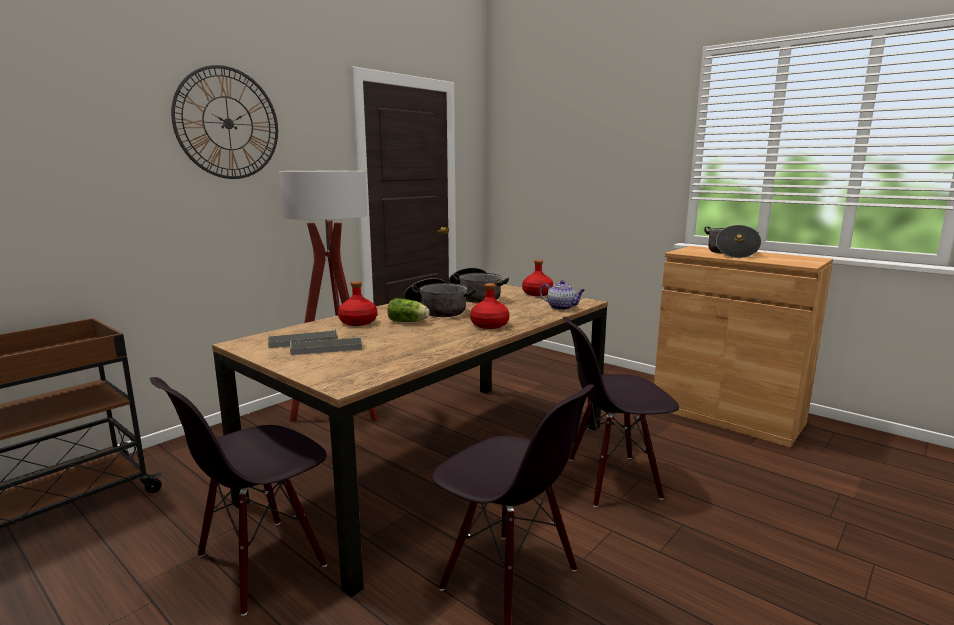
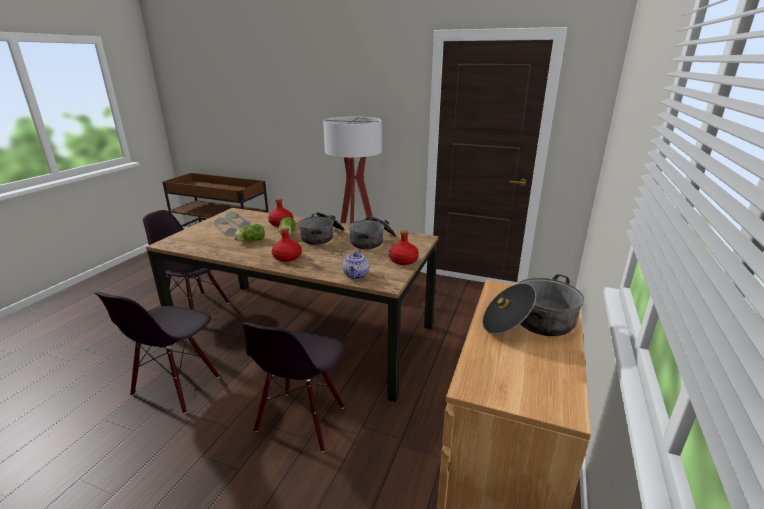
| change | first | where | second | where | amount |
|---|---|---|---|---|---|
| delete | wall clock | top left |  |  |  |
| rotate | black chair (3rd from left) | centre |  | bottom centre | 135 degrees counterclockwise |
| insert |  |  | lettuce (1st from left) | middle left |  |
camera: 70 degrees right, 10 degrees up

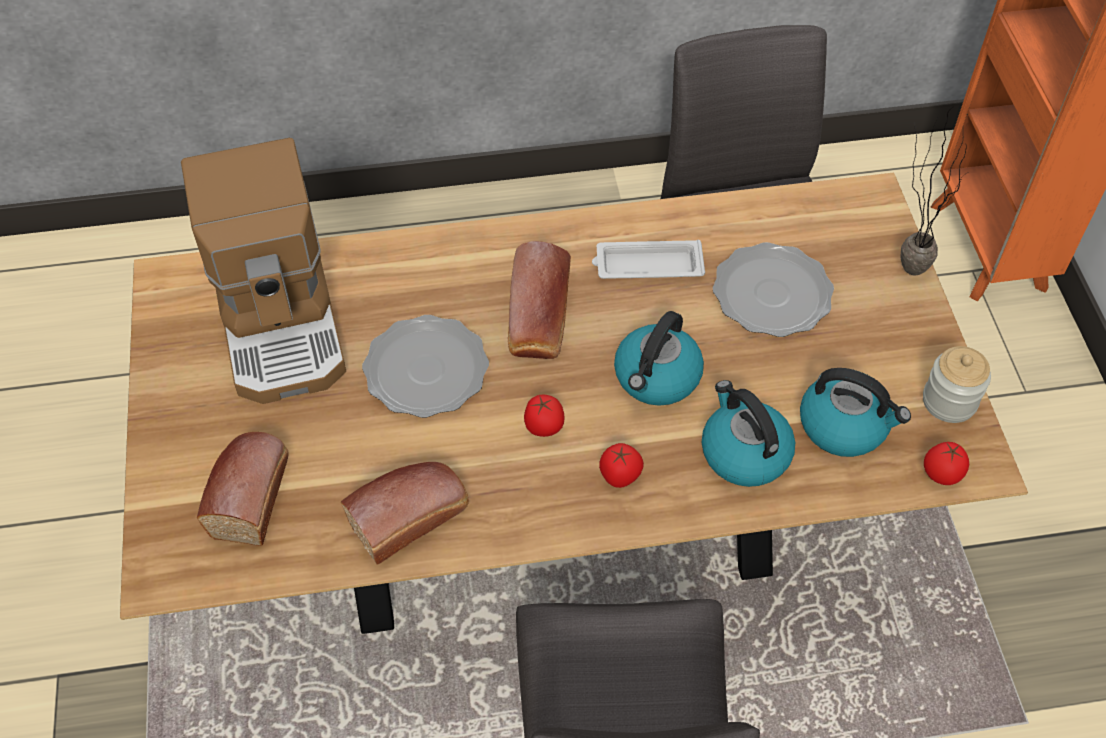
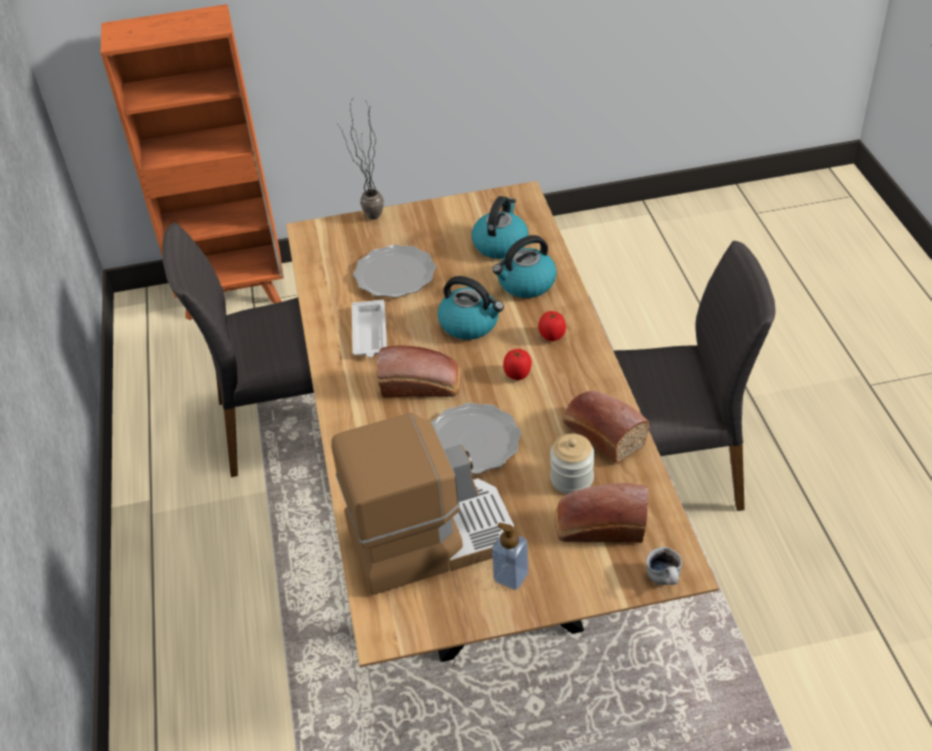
| change | first | where | second | where | amount |
|---|---|---|---|---|---|
| move | jar | middle right |  | centre |  |
| delete | tomato (3rd from left) | middle right |  |  |  |
| insert |  |  | soap dispenser | bottom centre |  |
| insert |  |  | mug | bottom right |  |
camera: 90 degrees left, 10 degrees down

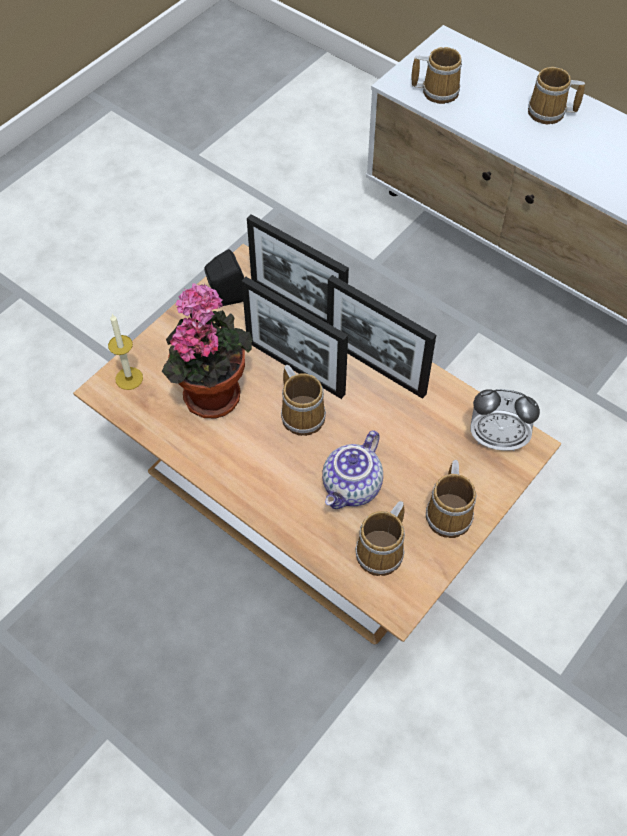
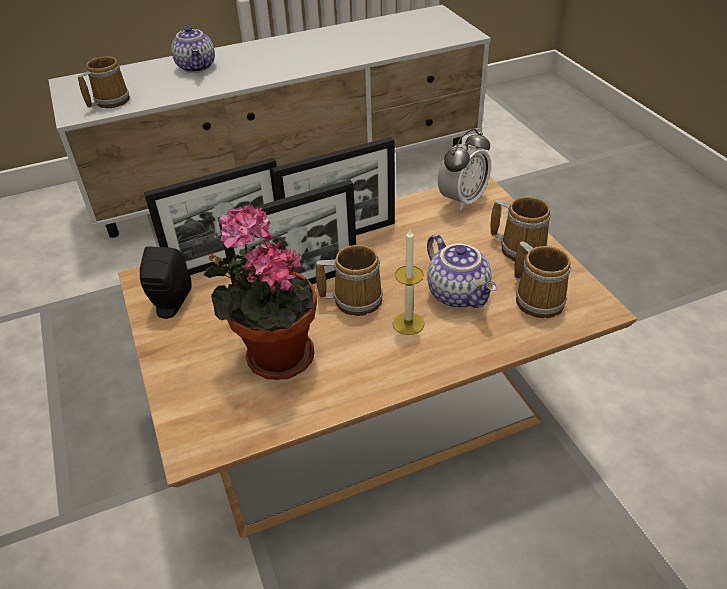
| change | first | where | second | where | amount |
|---|---|---|---|---|---|
| move | candle | middle left |  | centre |  |
| replace | mug (5th from left) | top right | teapot (1st from left) | top left |  |
camera: 60 degrees left, 15 degrees down

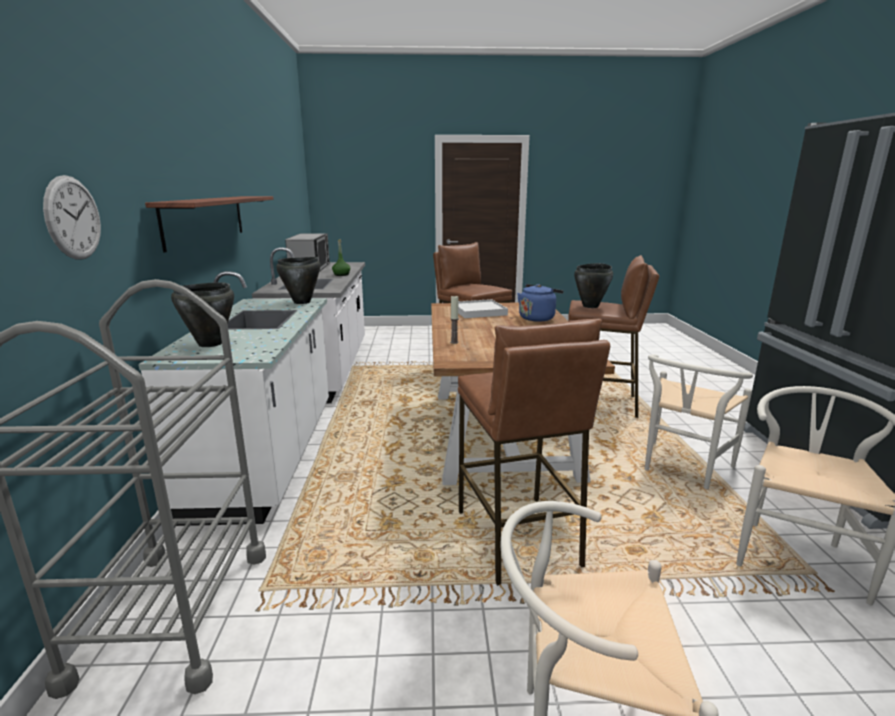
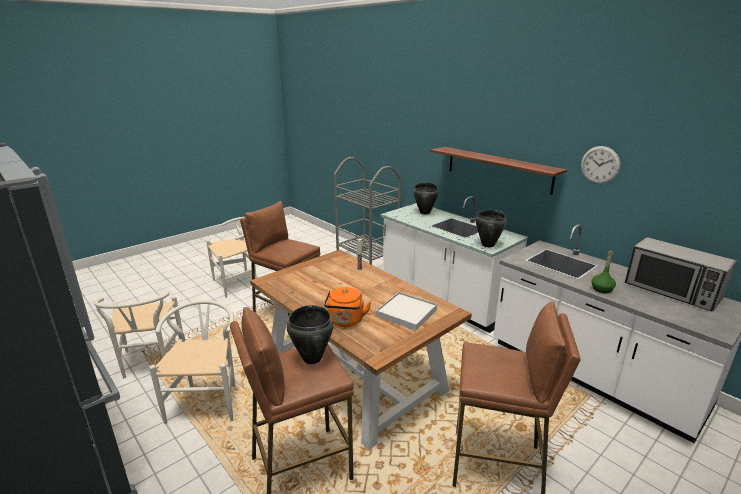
| change | first | where | second | where | amount |
|---|---|---|---|---|---|
| move | wall clock | top left |  | middle right |  |
| recolor | blue kettle | centre | orange kettle | centre |  |
camera: 140 degrees right, 5 degrees up

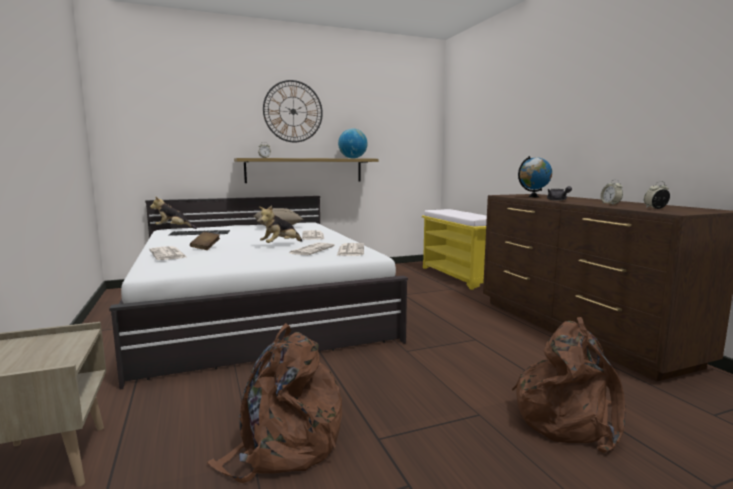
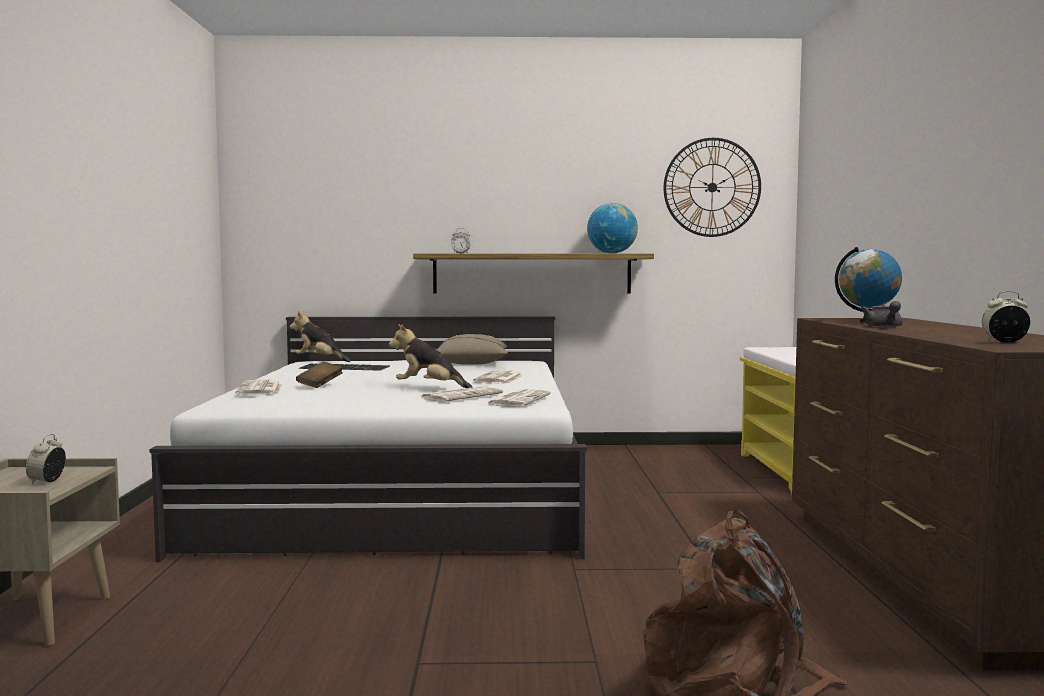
| change | first | where | second | where | amount |
|---|---|---|---|---|---|
| delete | brown backpack (1st from left) | bottom centre |  |  |  |
| rotate | plush toy (2nd from left) | centre |  | centre | 45 degrees clockwise |
| move | wall clock | top centre |  | top right |  |
| move | alarm clock (2nd from left in the first image) | middle right | alarm clock (1st from left) | middle left |  |
camera: 20 degrees right, 5 degrees down

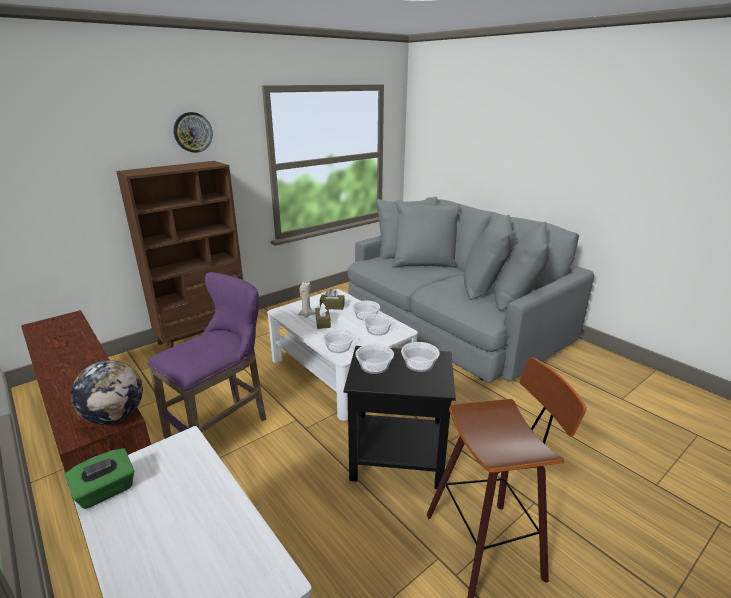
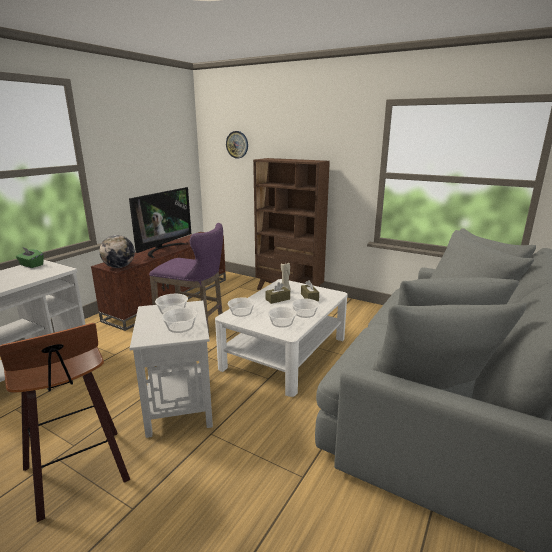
| change | first | where | second | where | amount |
|---|---|---|---|---|---|
| move | wall clock | top left |  | top centre |  |
| recolor | black side table | bottom centre | white side table | bottom left |  |
| insert |  |  | television | middle left |  |
camera: 70 degrees right, 5 degrees down

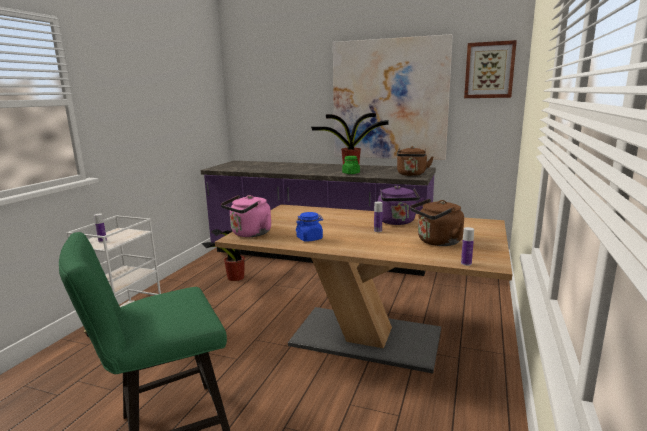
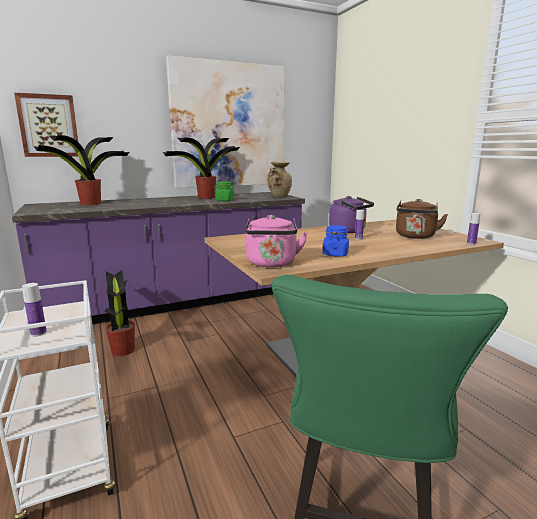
| change | first | where | second | where | amount |
|---|---|---|---|---|---|
| replace | brown kettle (1st from left) | centre | beige vase | centre |  |
| move | picture (2nd from left in the first image) | top right | picture (1st from left) | top left |  |
| insert |  |  | potted plant (1st from left) | top left |  |
camera: 45 degrees left, 0 degrees up

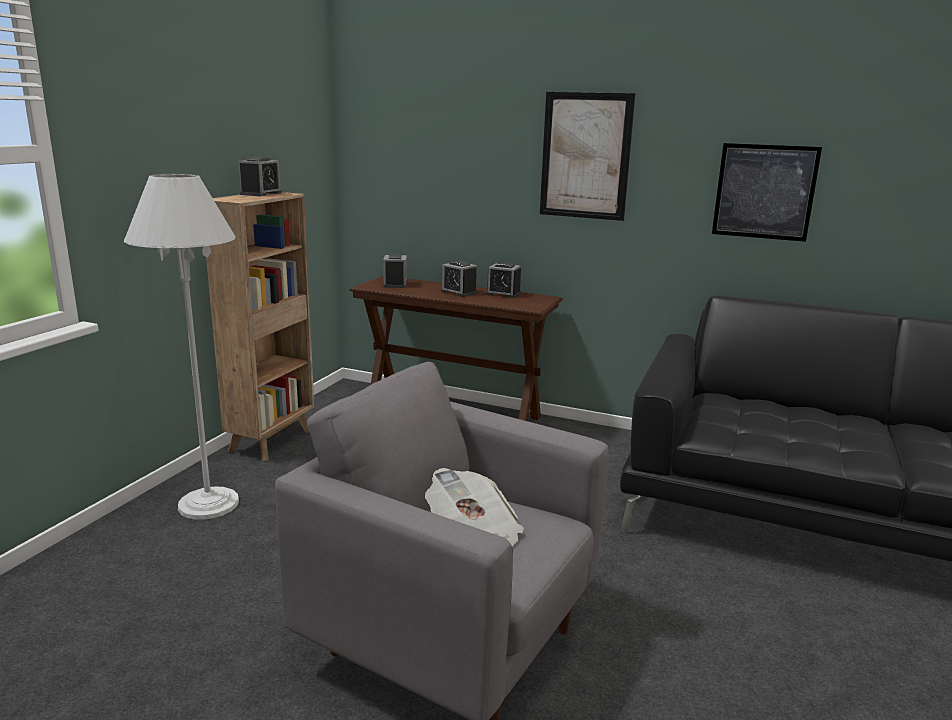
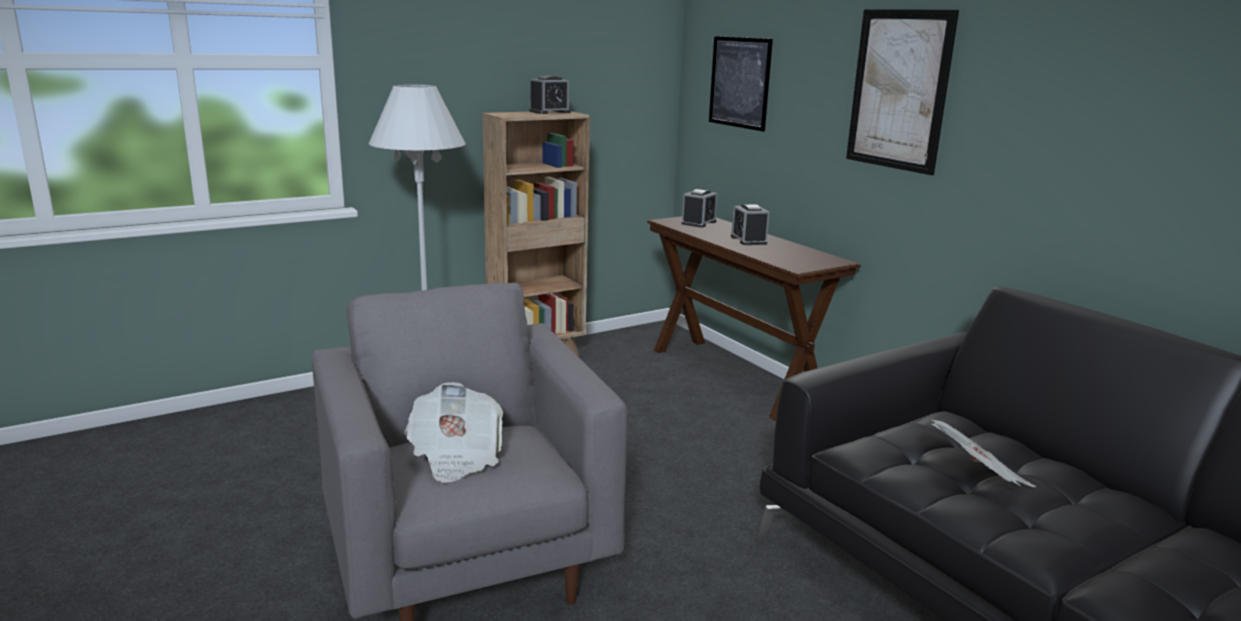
| change | first | where | second | where | amount |
|---|---|---|---|---|---|
| delete | alarm clock (4th from left) | centre |  |  |  |
| move | picture (2nd from left in the first image) | top right | picture (1st from left) | top centre |  |
| insert |  |  | newspaper (2nd from left) | bottom right |  |
camera: 35 degrees right, 0 degrees up

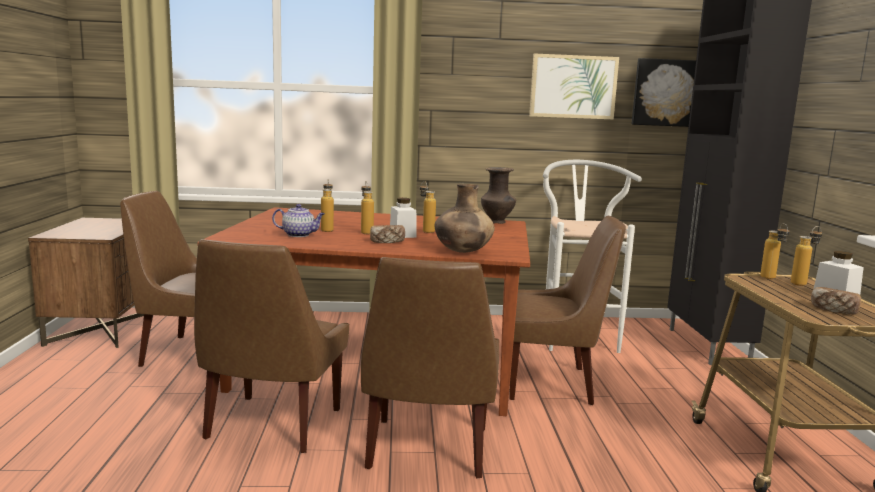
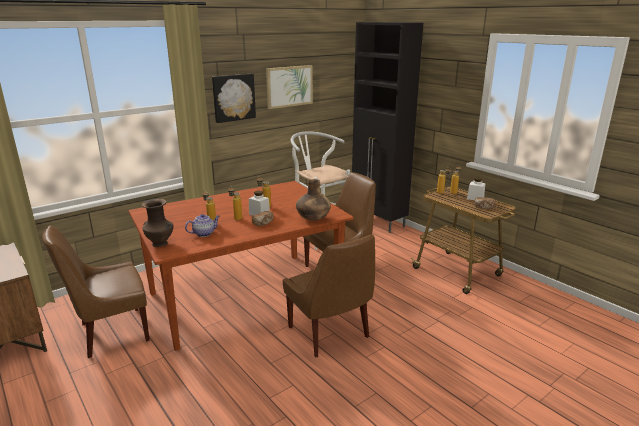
| change | first | where | second | where | amount |
|---|---|---|---|---|---|
| delete | brown chair (2nd from left) | bottom left |  |  |  |
| move | brown vase (2nd from left in the first image) | centre | brown vase (1st from left) | middle left |  |
| move | picture (2nd from left in the first image) | top right | picture (1st from left) | top centre |  |
camera: 35 degrees left, 10 degrees up

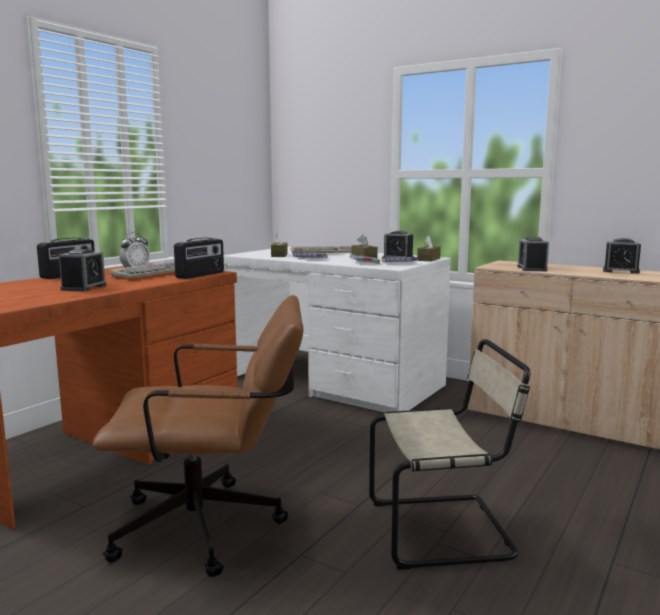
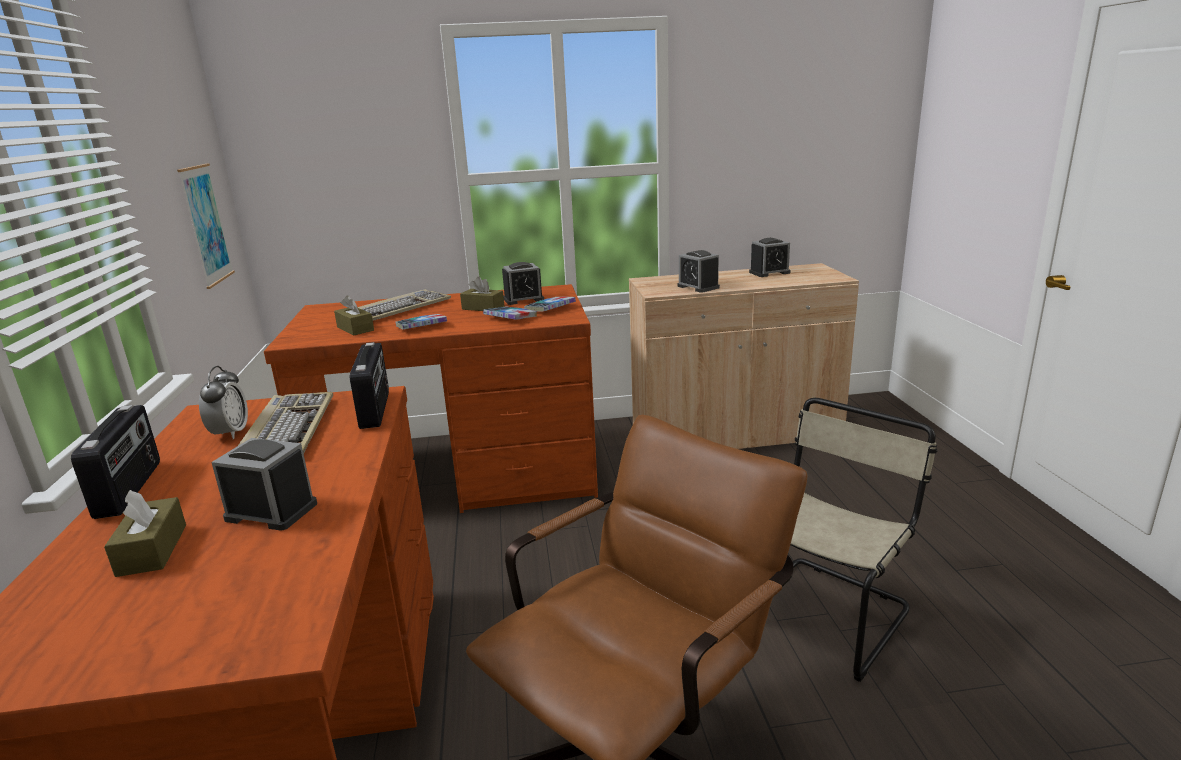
| change | first | where | second | where | amount |
|---|---|---|---|---|---|
| rotate | alarm clock (1st from left in the first image) | middle left | alarm clock (2nd from left) | middle left | 45 degrees counterclockwise |
| recolor | white desk | centre | brown desk (2nd from left) | centre |  |
| move | brown tissue box (3rd from left in the first image) | centre | brown tissue box (1st from left) | bottom left |  |
| insert |  |  | picture | top left |  |
camera: 40 degrees left, 10 degrees up

